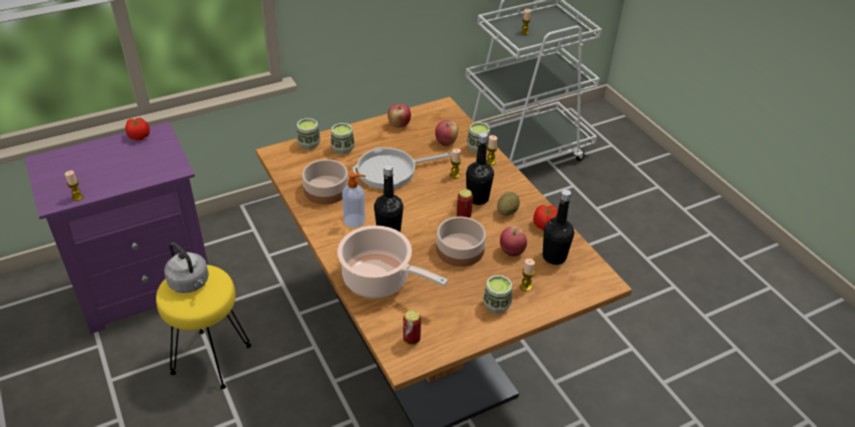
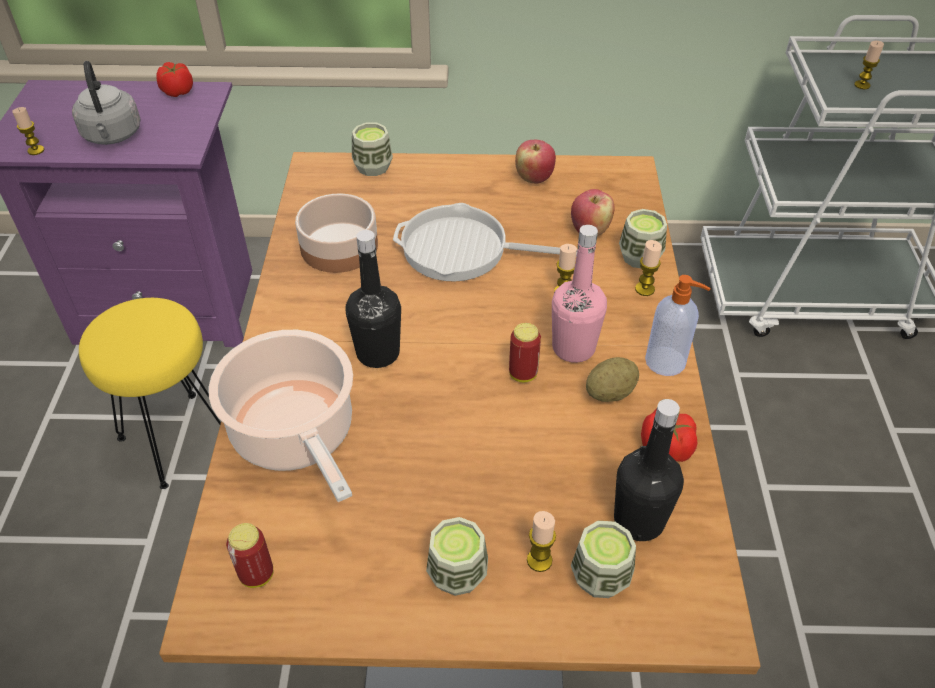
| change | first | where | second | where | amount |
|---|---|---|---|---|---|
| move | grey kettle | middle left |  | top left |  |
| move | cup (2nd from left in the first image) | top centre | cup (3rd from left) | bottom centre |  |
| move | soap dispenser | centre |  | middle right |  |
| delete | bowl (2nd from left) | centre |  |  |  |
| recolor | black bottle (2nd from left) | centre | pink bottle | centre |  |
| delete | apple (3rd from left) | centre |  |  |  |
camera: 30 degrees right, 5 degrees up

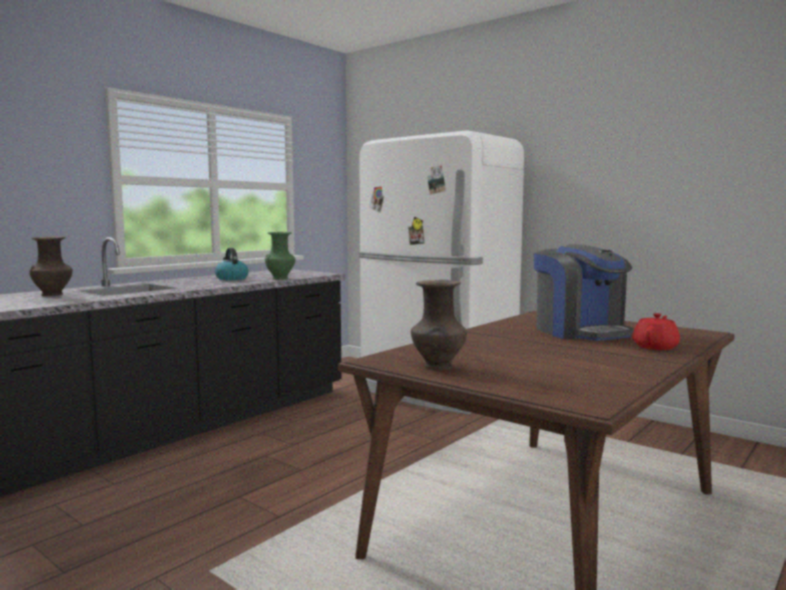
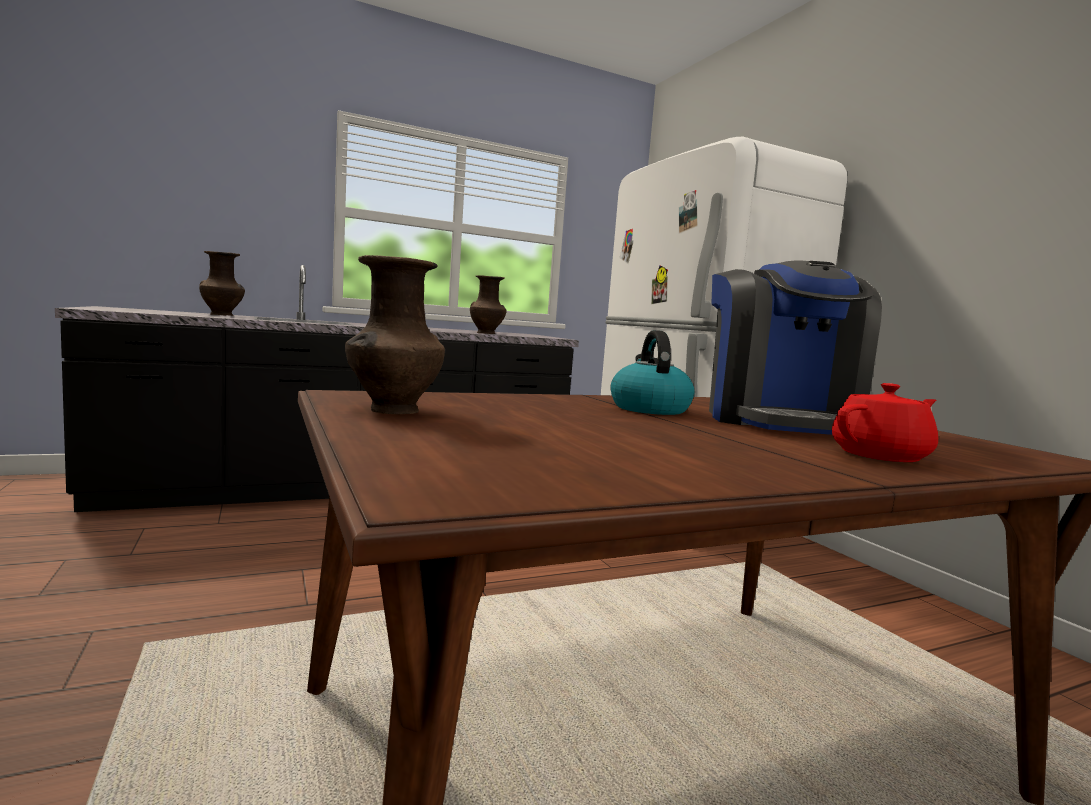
| change | first | where | second | where | amount |
|---|---|---|---|---|---|
| move | kettle | middle left |  | centre |  |
| recolor | green vase | centre | brown vase (3rd from left) | centre |  |
camera: 25 degrees right, 0 degrees up

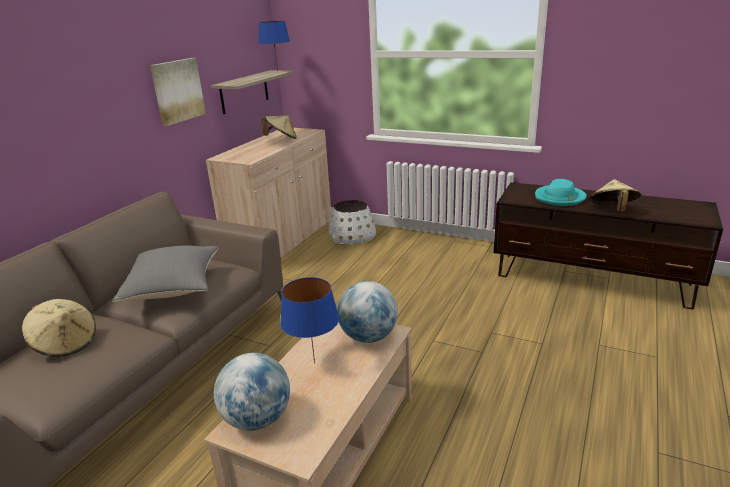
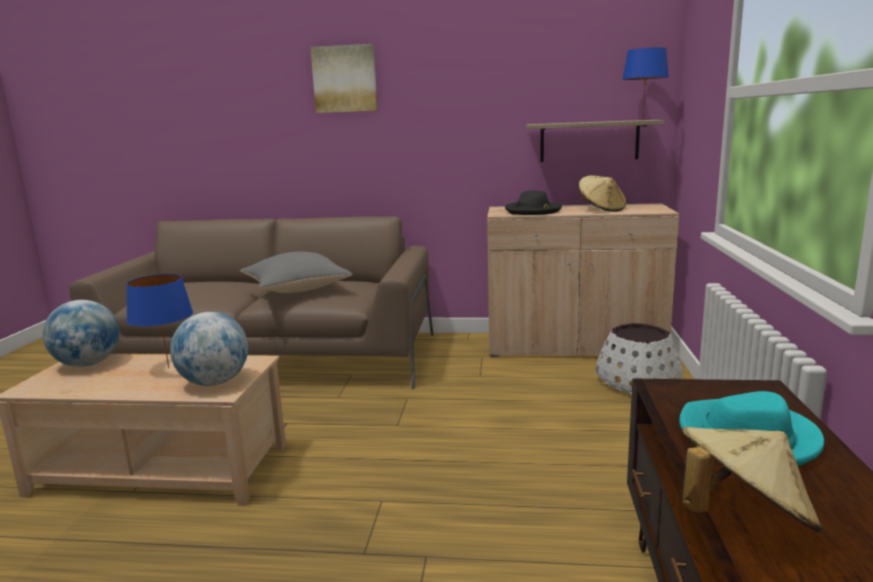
| change | first | where | second | where | amount |
|---|---|---|---|---|---|
| delete | beige hat (1st from left) | bottom left |  |  |  |
| move | picture | top left |  | top centre |  |
| insert |  |  | black hat | centre |  |
camera: 70 degrees right, 10 degrees down

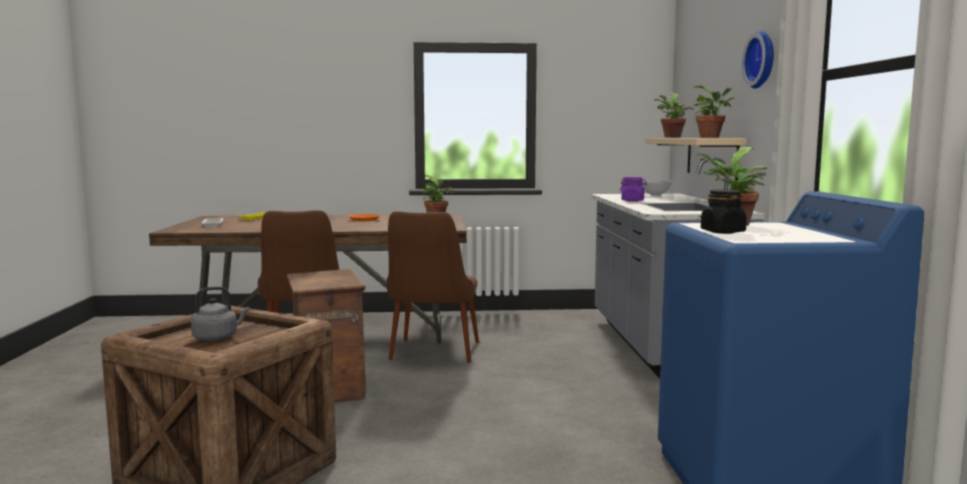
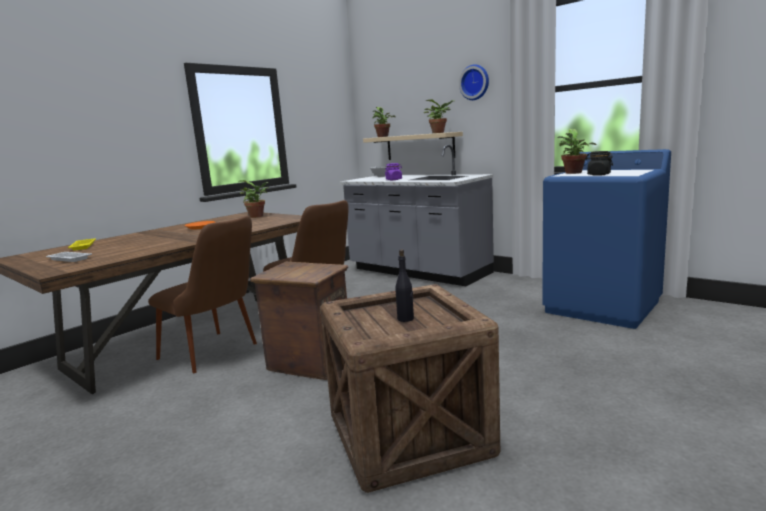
| change | first | where | second | where | amount |
|---|---|---|---|---|---|
| replace | grey kettle | middle left | black bottle | centre |  |
camera: 45 degrees left, 5 degrees up

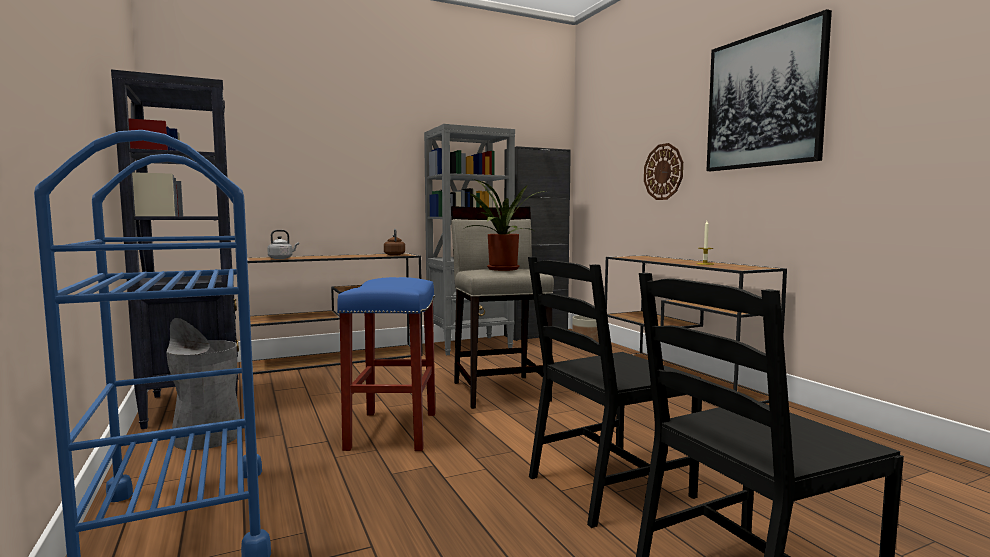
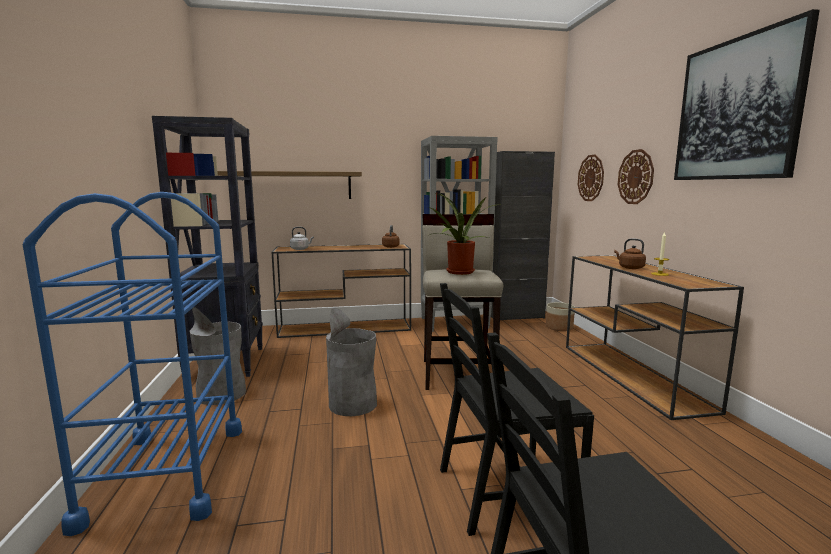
| change | first | where | second | where | amount |
|---|---|---|---|---|---|
| replace | blue stool | centre | grey trash can (2nd from left) | centre |  |
| insert |  |  | shelf | centre |  |
| insert |  |  | wall clock (1st from left) | top right |  |
| insert |  |  | brown kettle (2nd from left) | middle right |  |
camera: 15 degrees right, 5 degrees up

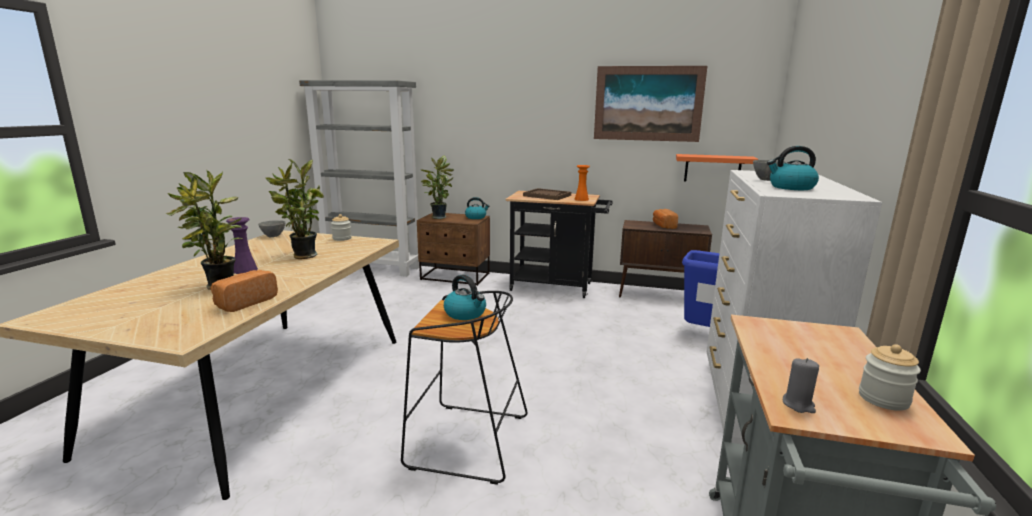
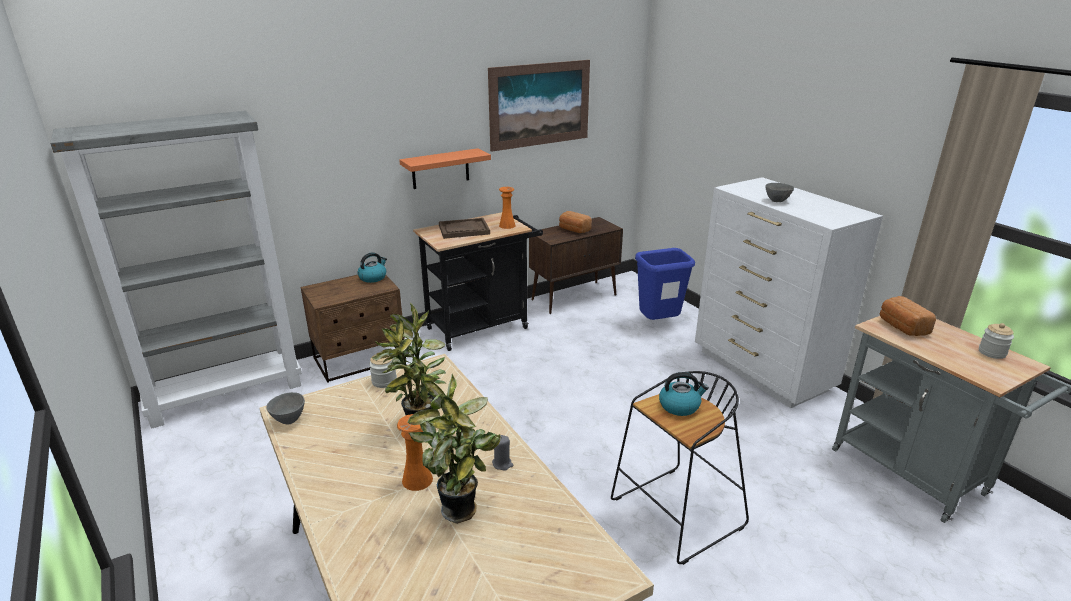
| change | first | where | second | where | amount |
|---|---|---|---|---|---|
| move | bread (1st from left in the first image) | middle left | bread (2nd from left) | middle right |  |
| recolor | purple vase | middle left | orange vase (1st from left) | bottom centre |  |
| delete | potted plant (3rd from left) | centre |  |  |  |
| move | orange shelf | top right |  | top centre |  |
| delete | kettle (3rd from left) | top right |  |  |  |
| move | grey candle | bottom right |  | bottom centre |  |
camera: 45 degrees left, 10 degrees up

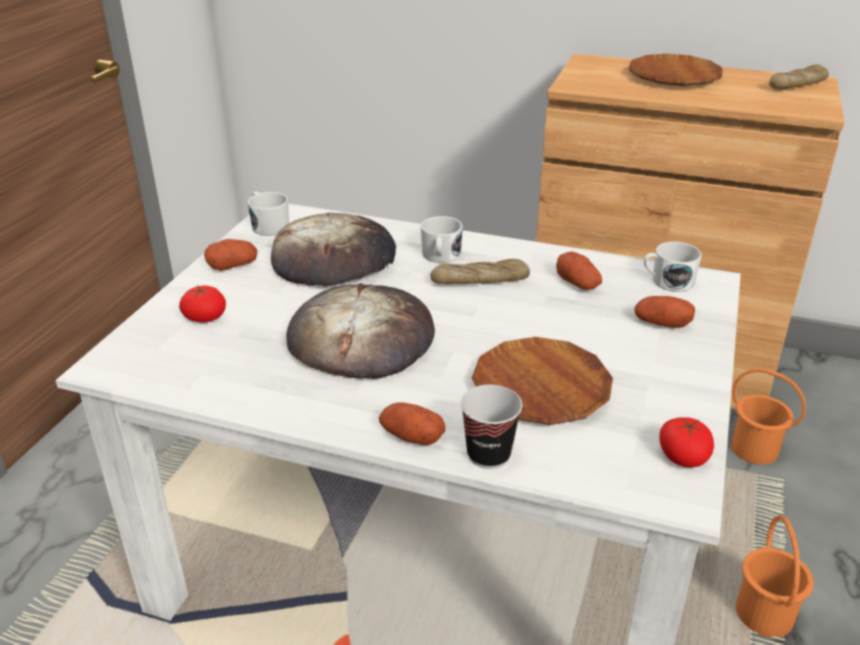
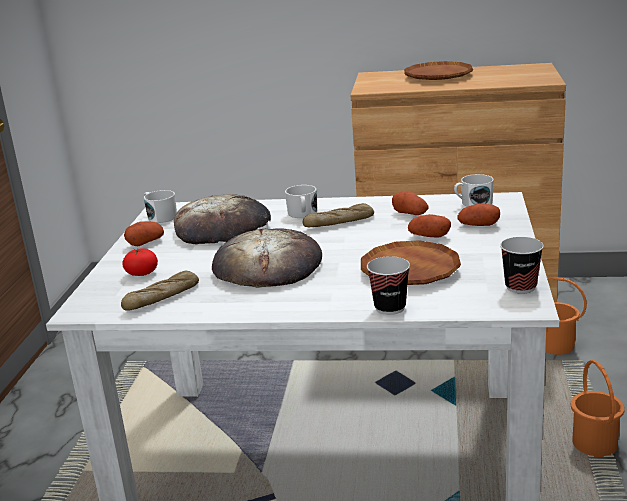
| change | first | where | second | where | amount |
|---|---|---|---|---|---|
| move | potato (2nd from left in the first image) | centre | potato (3rd from left) | middle right |  |
| replace | tomato (2nd from left) | bottom right | cup (2nd from left) | middle right |  |
| move | bread (4th from left in the first image) | top right | bread (1st from left) | middle left |  |
camera: 10 degrees left, 10 degrees down

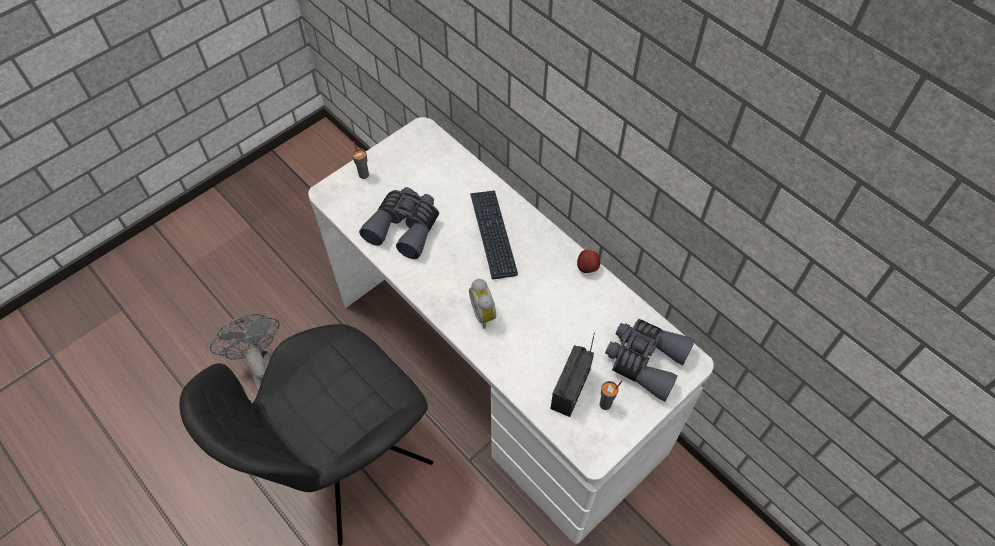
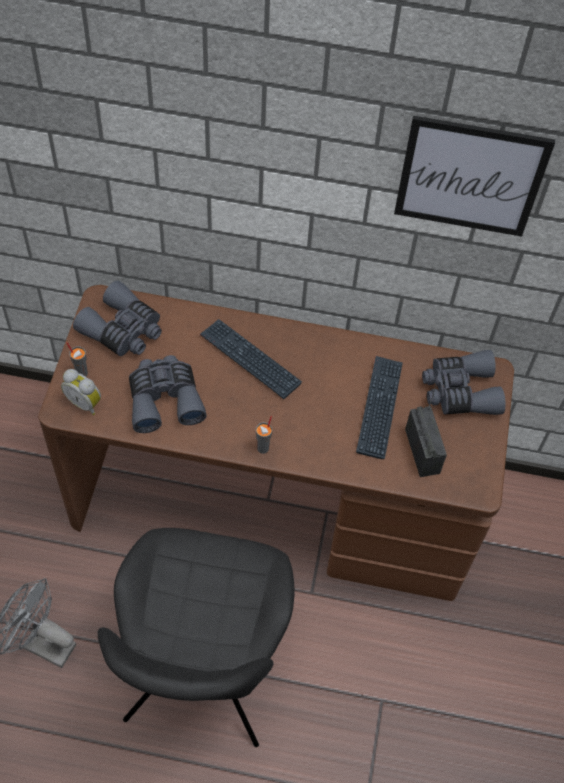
| change | first | where | second | where | amount |
|---|---|---|---|---|---|
| recolor | white desk | centre | brown desk | centre |  |
| move | alarm clock | centre |  | middle left |  |
| delete | apple | centre |  |  |  |
| move | grey cup (2nd from left) | bottom centre |  | centre |  |
| insert |  |  | grey binoculars (1st from left) | middle left |  |
| insert |  |  | keyboard (2nd from left) | middle right |  |
| insert |  |  | picture | top right |  |
camera: 40 degrees left, 0 degrees up

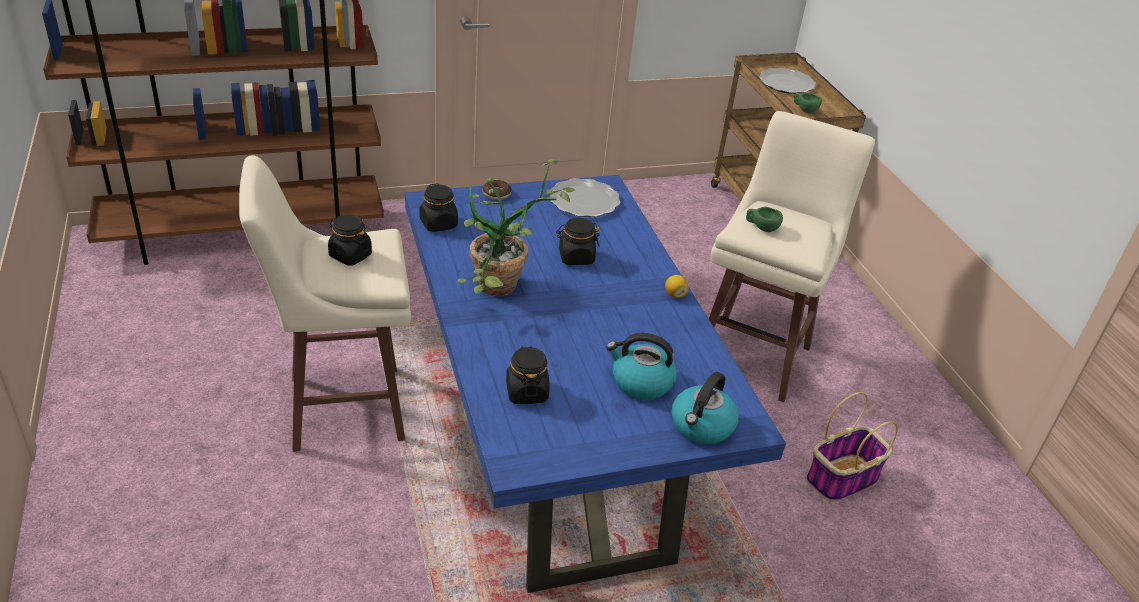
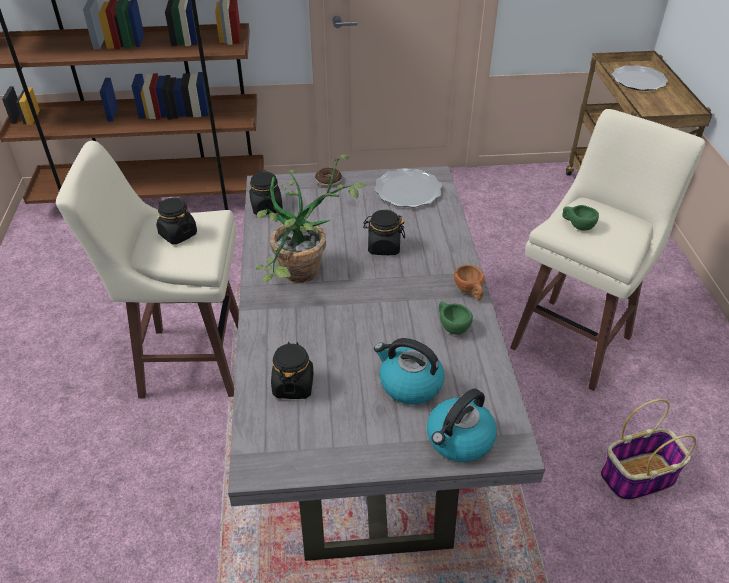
| change | first | where | second | where | amount |
|---|---|---|---|---|---|
| recolor | blue dining table | centre | grey dining table | centre |  |
| replace | lemon | centre | brown cup | centre |  |
| move | green cup (2nd from left in the first image) | top right | green cup (1st from left) | centre |  |
camera: 15 degrees right, 5 degrees up

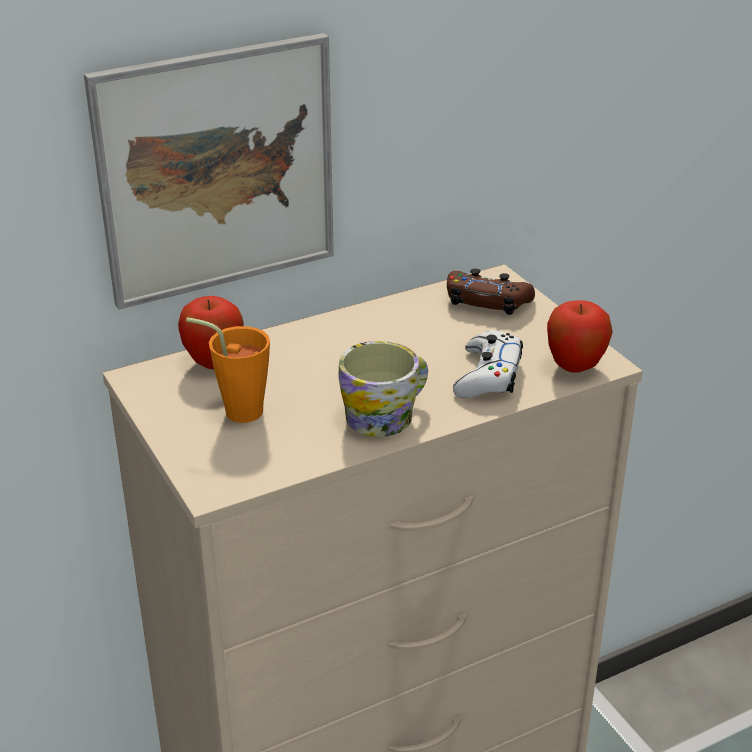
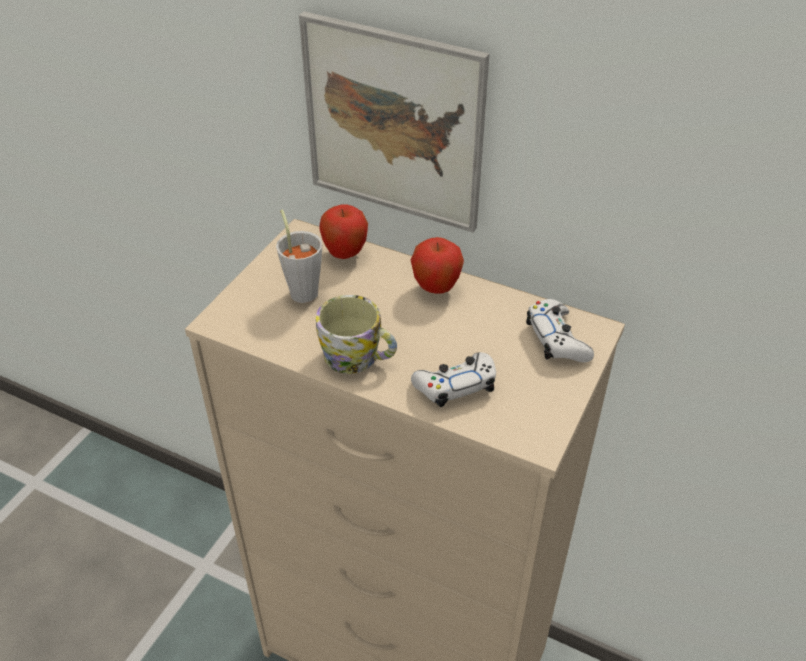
| change | first | where | second | where | amount |
|---|---|---|---|---|---|
| recolor | orange cup | middle left | grey cup | centre |  |
| recolor | brown game controller | centre | white game controller (2nd from left) | middle right |  |
| move | apple (2nd from left) | middle right |  | centre |  |
camera: 55 degrees right, 10 degrees up

